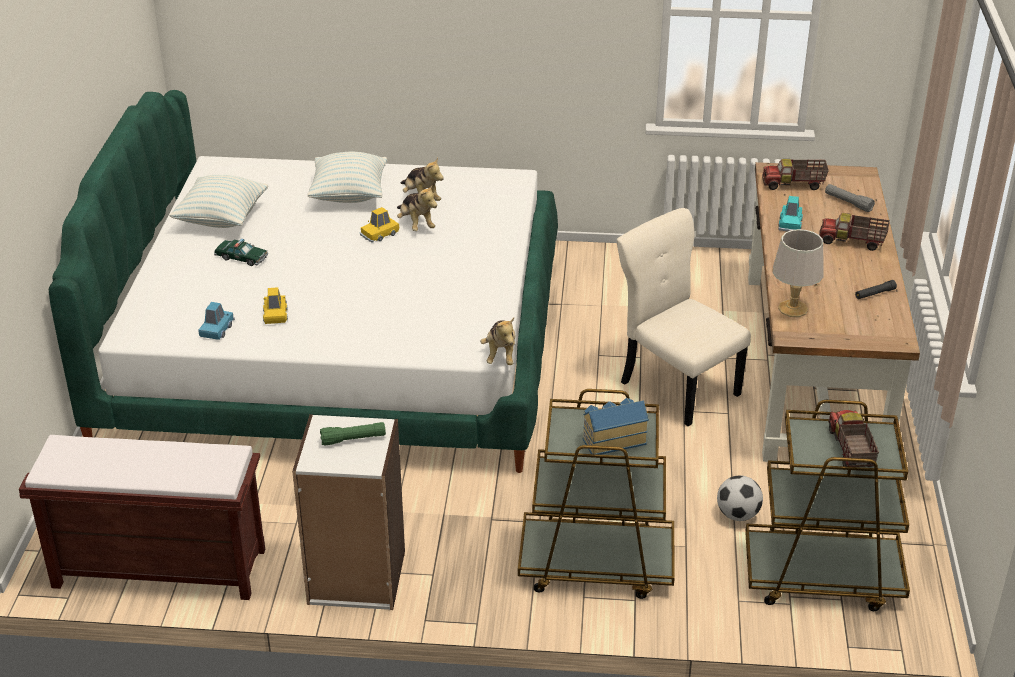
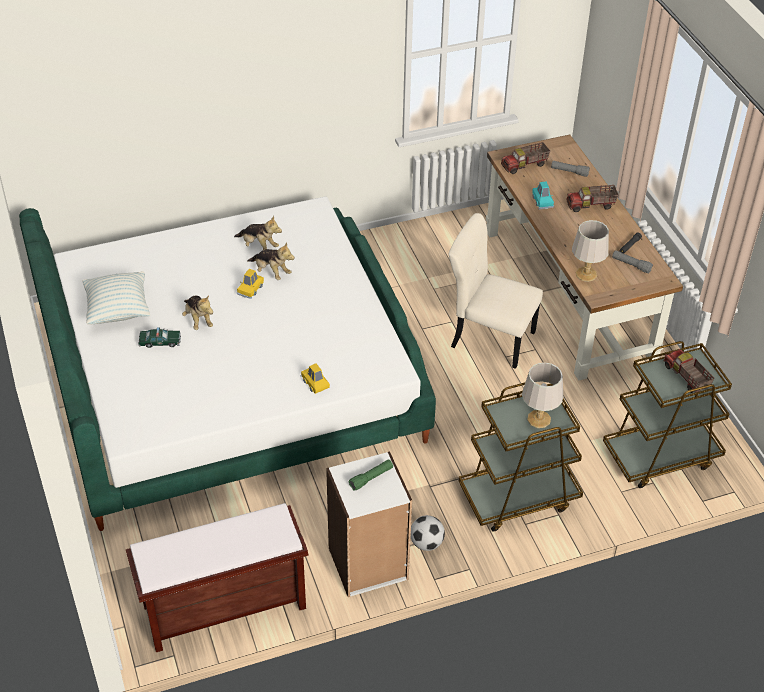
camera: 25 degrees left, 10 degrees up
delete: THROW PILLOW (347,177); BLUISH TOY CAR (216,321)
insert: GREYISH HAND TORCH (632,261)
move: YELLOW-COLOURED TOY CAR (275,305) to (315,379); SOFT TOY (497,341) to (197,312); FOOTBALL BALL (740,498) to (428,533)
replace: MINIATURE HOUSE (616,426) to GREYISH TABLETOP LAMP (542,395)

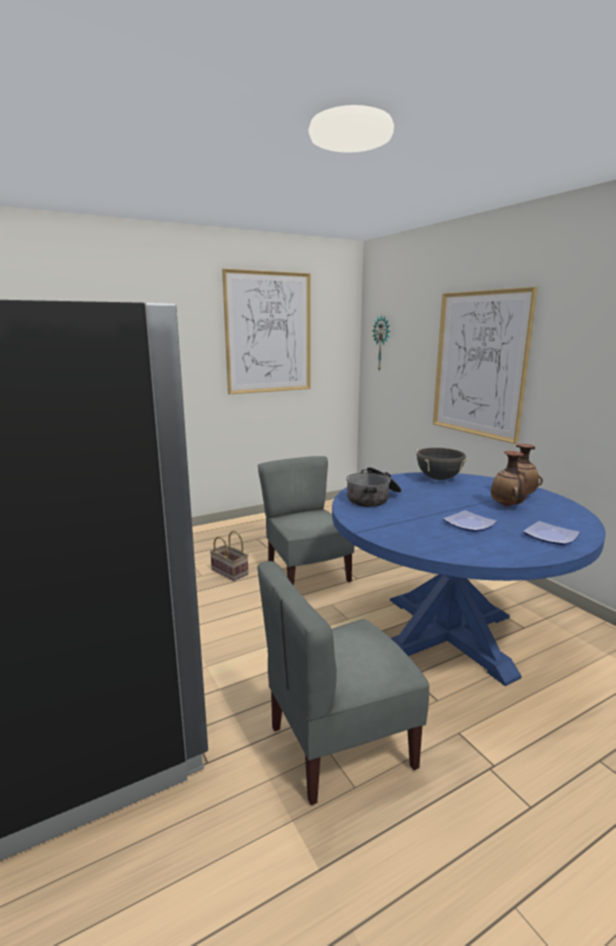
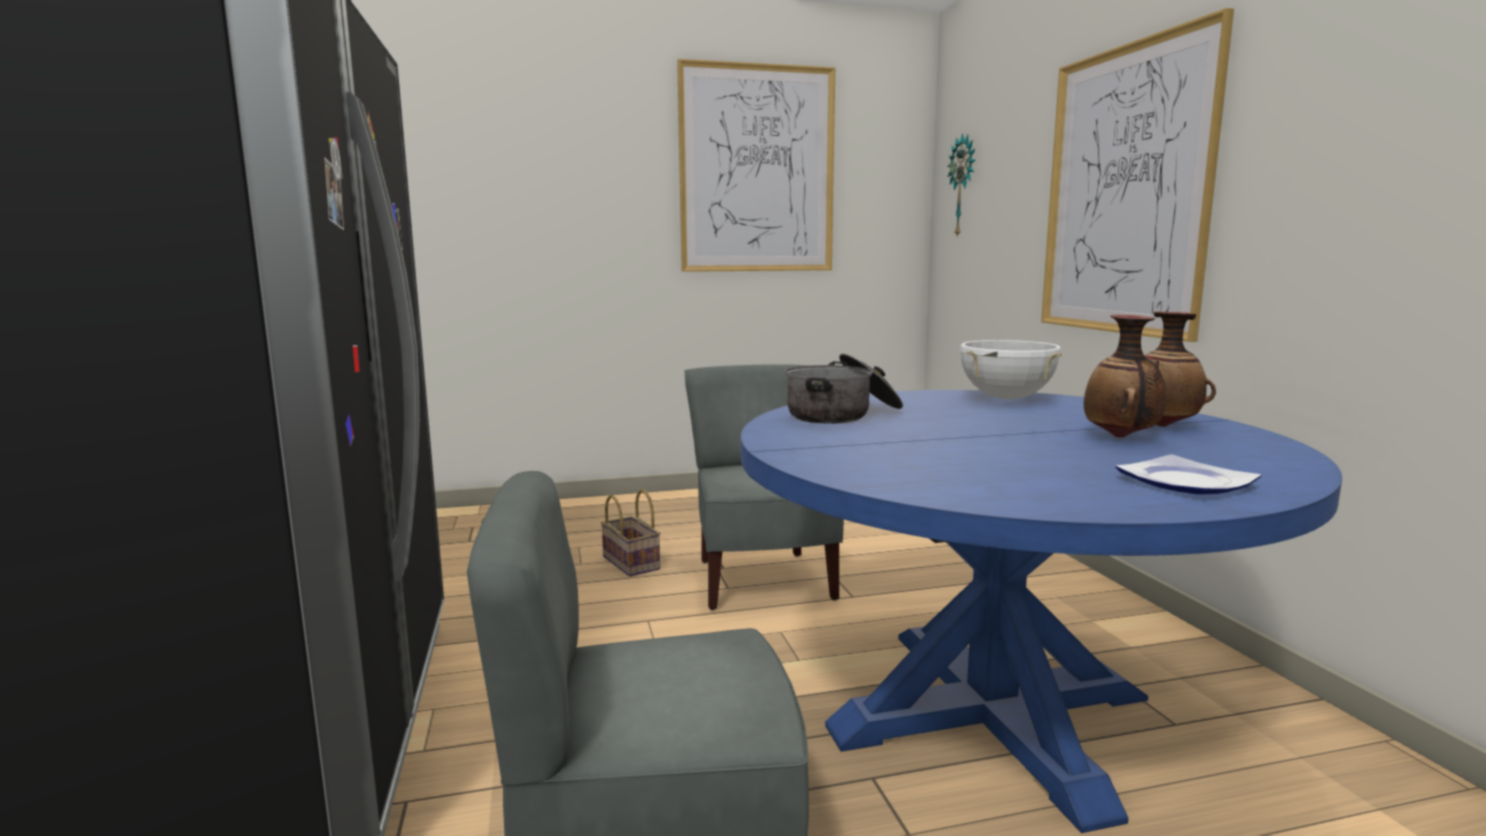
camera: 15 degrees right, 5 degrees down
delete: PLATE (470,521)
recolor: BLACKISH COOKING POT (442,464) to WHITE COOKING POT (1011,369)

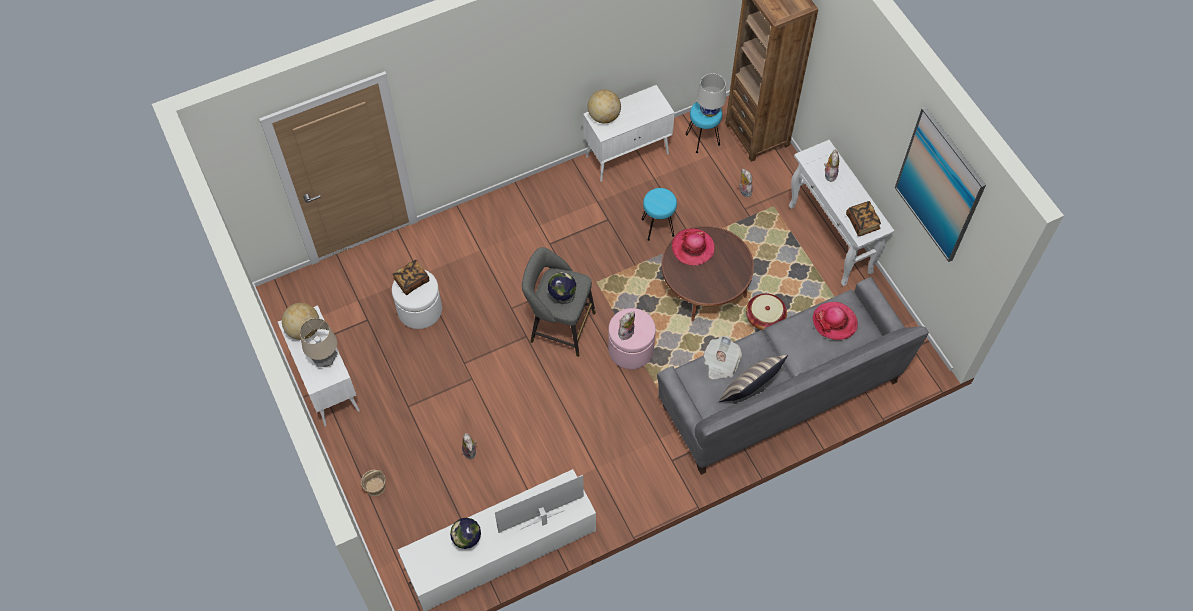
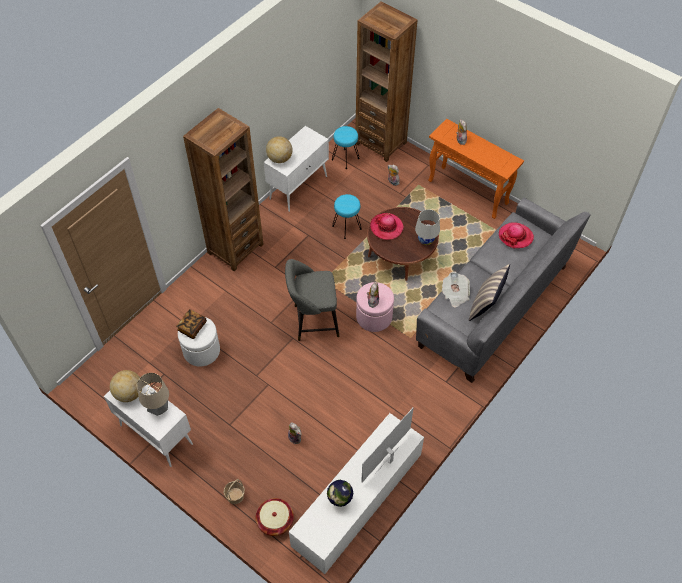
camera: 25 degrees left, 5 degrees down
delete: WALL ART (940,184); VOLUME (863,218); GLOBE (562,288)
insert: BROWN-COLOURED BOOKSHELF (223,190)
move: WHITE TABLETOP LAMP (711,95) to (427,227); BASKET (766,311) to (275,517)
recolor: WHITE NARROW TABLE (841,213) to ORANGE NARROW TABLE (476,169)

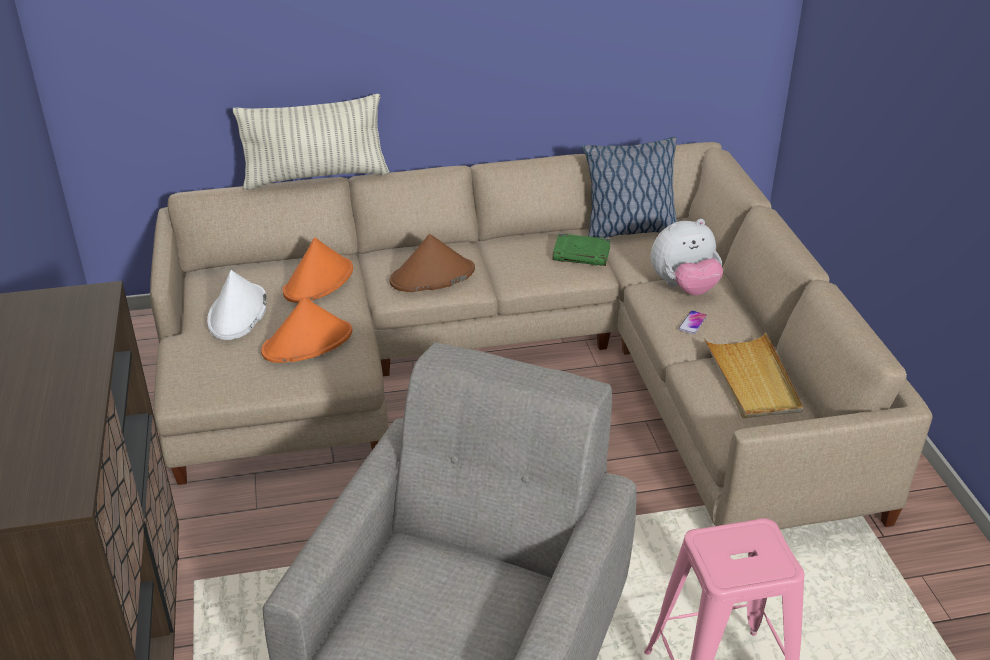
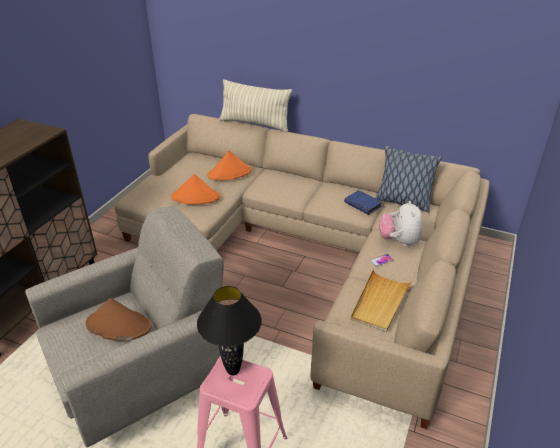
camera: 35 degrees right, 0 degrees up
delete: WHITE CLOTHING HAT (237,305)
insert: BLACKISH TABLETOP LAMP (229,331)
move: BROWN-COLOURED CLOTHING HAT (432,263) to (119,319)
recolor: GREENISH VOLUME (581,250) to BLUISH VOLUME (363,202)
rotate: SOFT TOY (687,257) = (401,224) 75 degrees clockwise

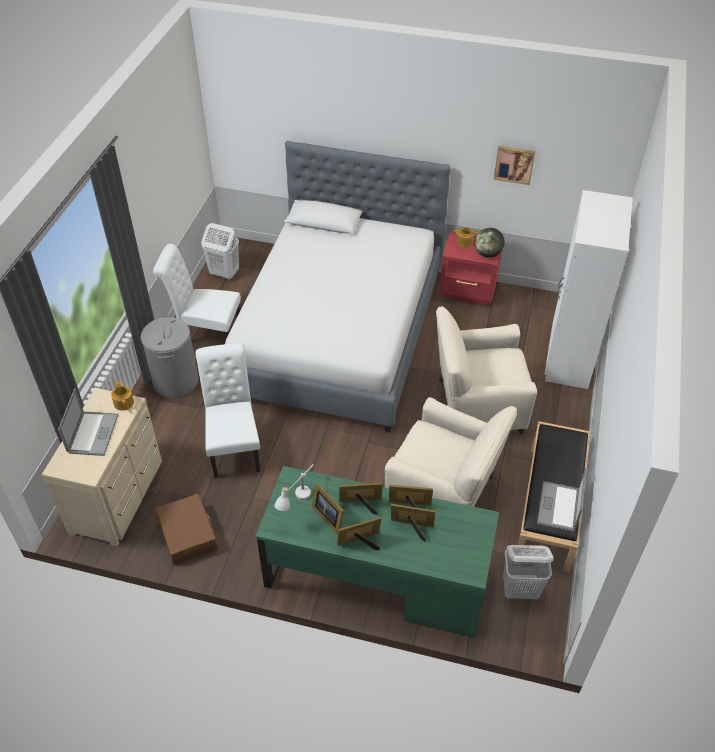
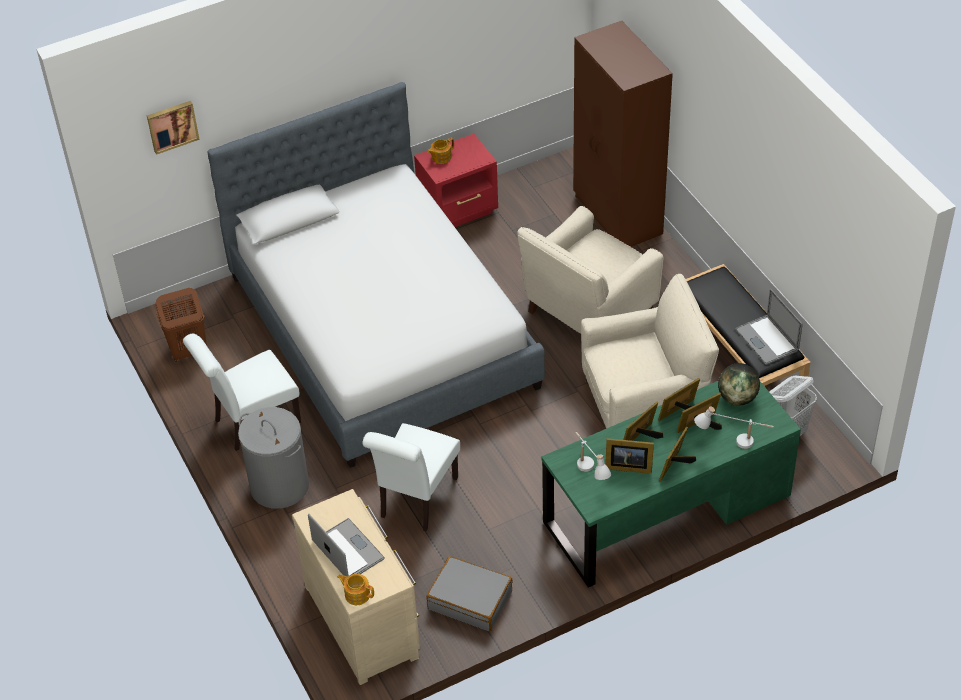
camera: 40 degrees left, 0 degrees up
insert: WHITE TABLETOP LAMP (734,427)
move: WALL ART (515,165) to (173,128); GLOBE (490,243) to (739,384); POT FOR TEA (122,396) to (355,589)
recolor: WHITE WARDROBE (588,289) to BROWN-COLOURED WARDROBE (623,134); WHITE HAMPER (220,251) to BROWN-COLOURED HAMPER (181,325); BROWN-COLOURED SUITCASE (186,529) to GREYISH SUITCASE (469,594)
rotate: WHITE CHAIR (228,410) = (411,477) 105 degrees counterclockwise

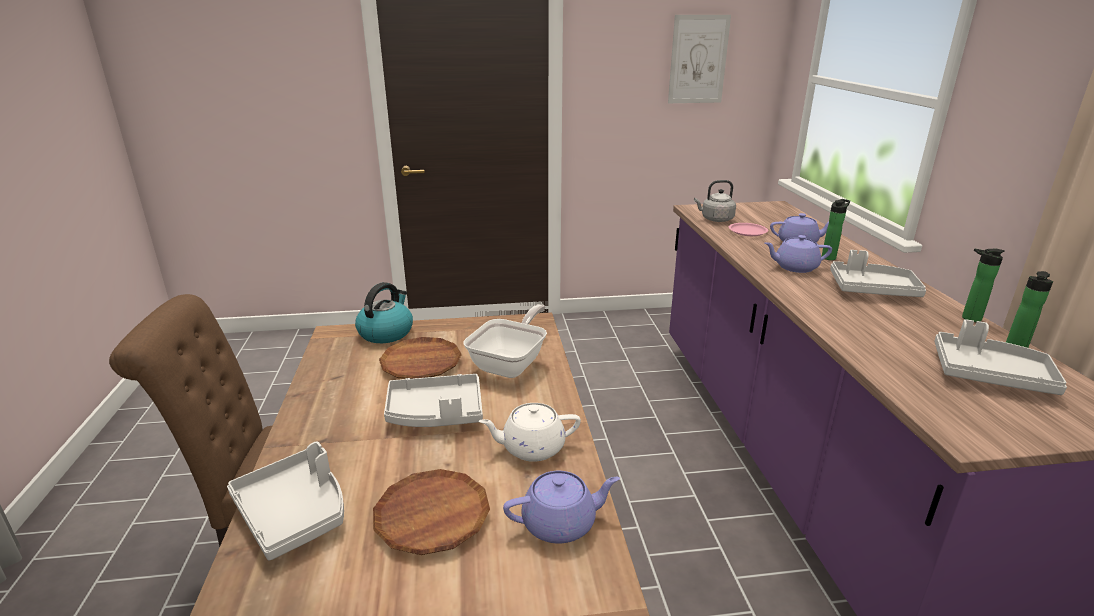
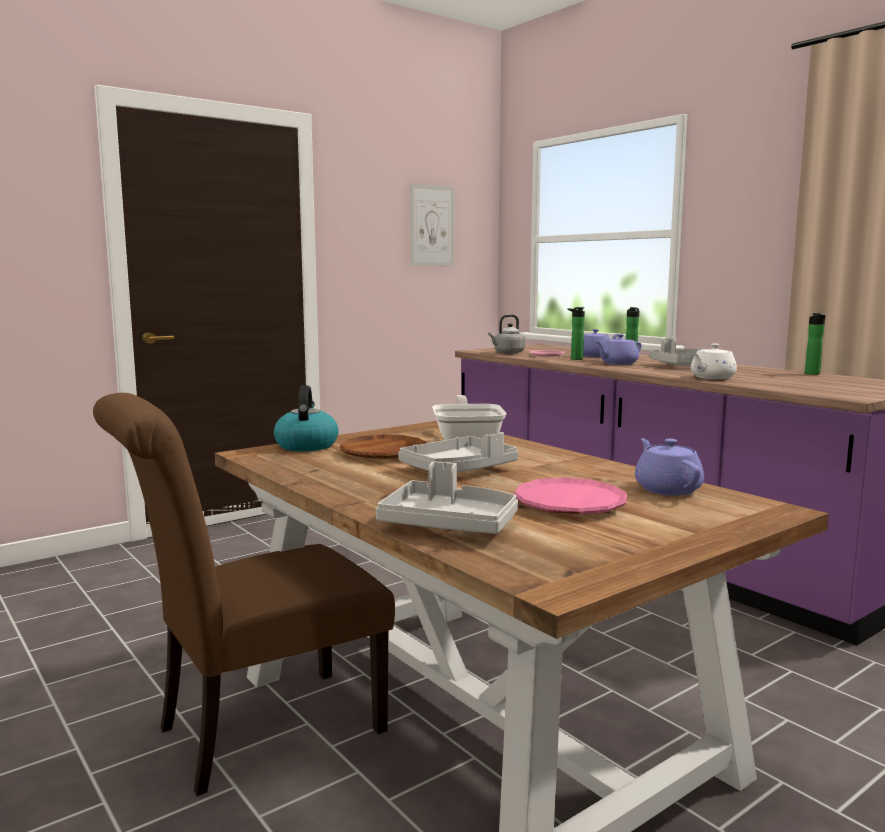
camera: 30 degrees left, 15 degrees down
delete: GREYISH SERVING TRAY (1001,357)
move: BOTTLE (983,285) to (576,333); WHITE POT FOR TEA (530,432) to (714,361)
recolor: BROWN-COLOURED PLATE (431,512) to PINK-COLOURED PLATE (570,496)
rotate: PURPLISH POT FOR TEA (561,507) = (669,467) 60 degrees counterclockwise

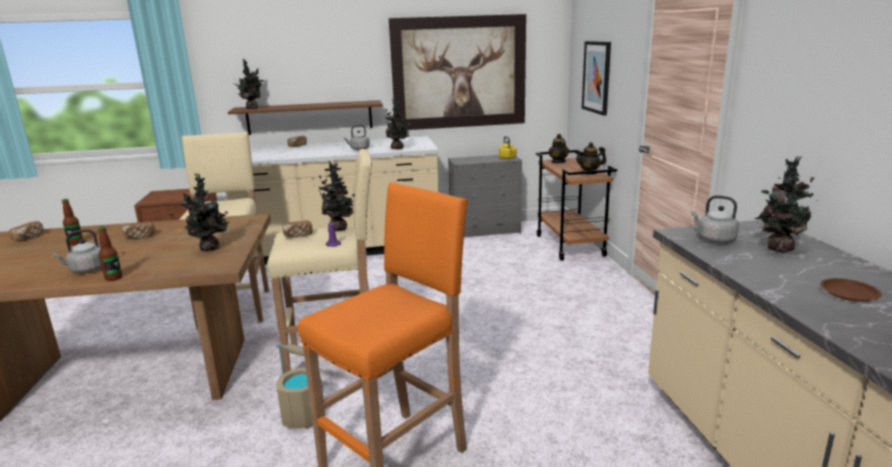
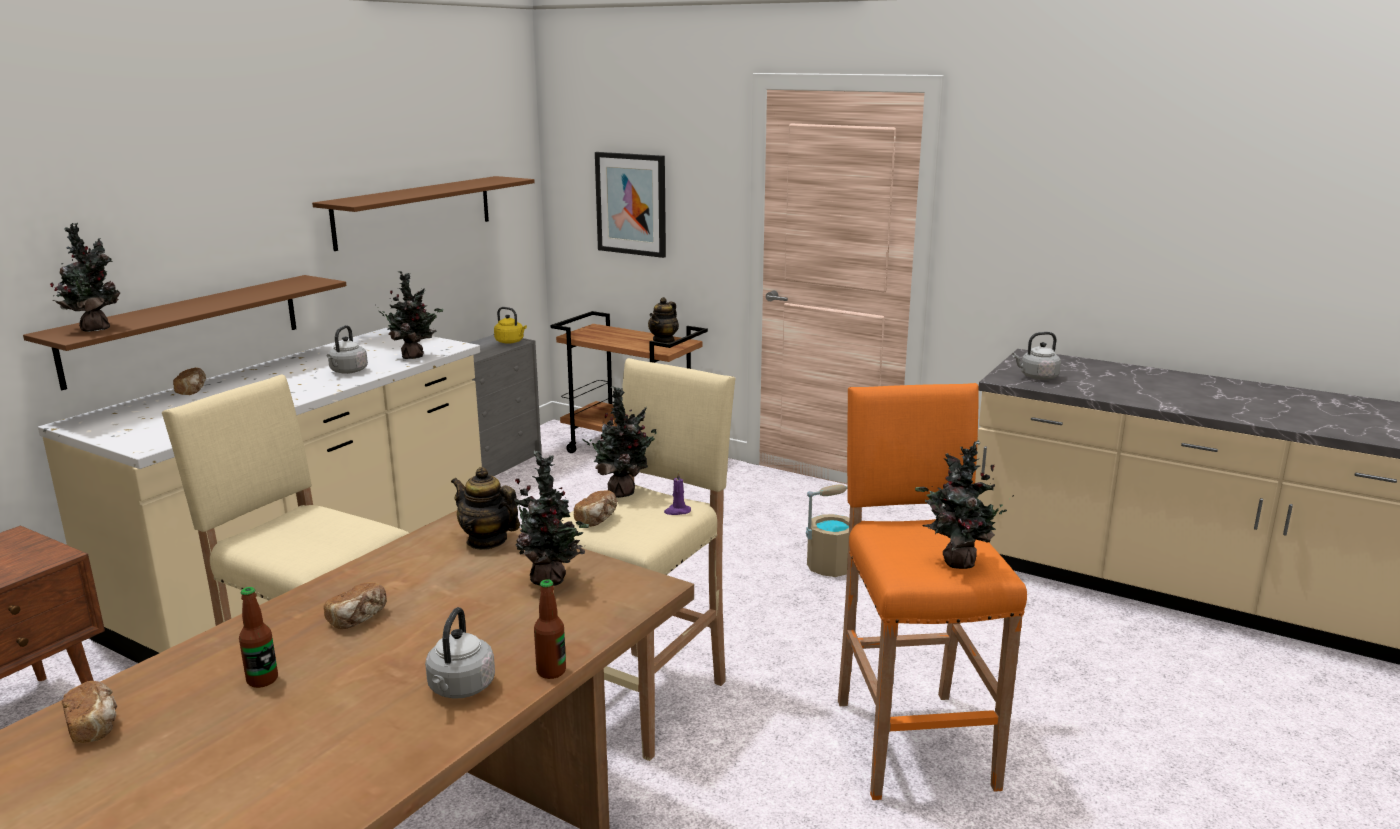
camera: 50 degrees left, 0 degrees up
delete: BROWN-COLOURED PLATE (851,289)
move: POT FOR TEA (558,148) to (485,508); PLANT IN A POT (785,204) to (964,504); BEIGE PAIL (300,385) to (827,530)
replace: WALL ART (457,72) to BROWN-COLOURED BRACKET SHELF (423,213)

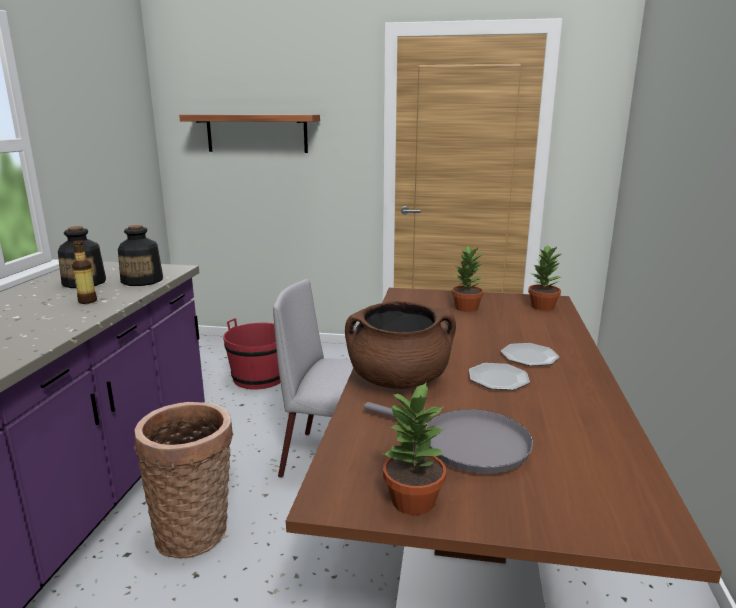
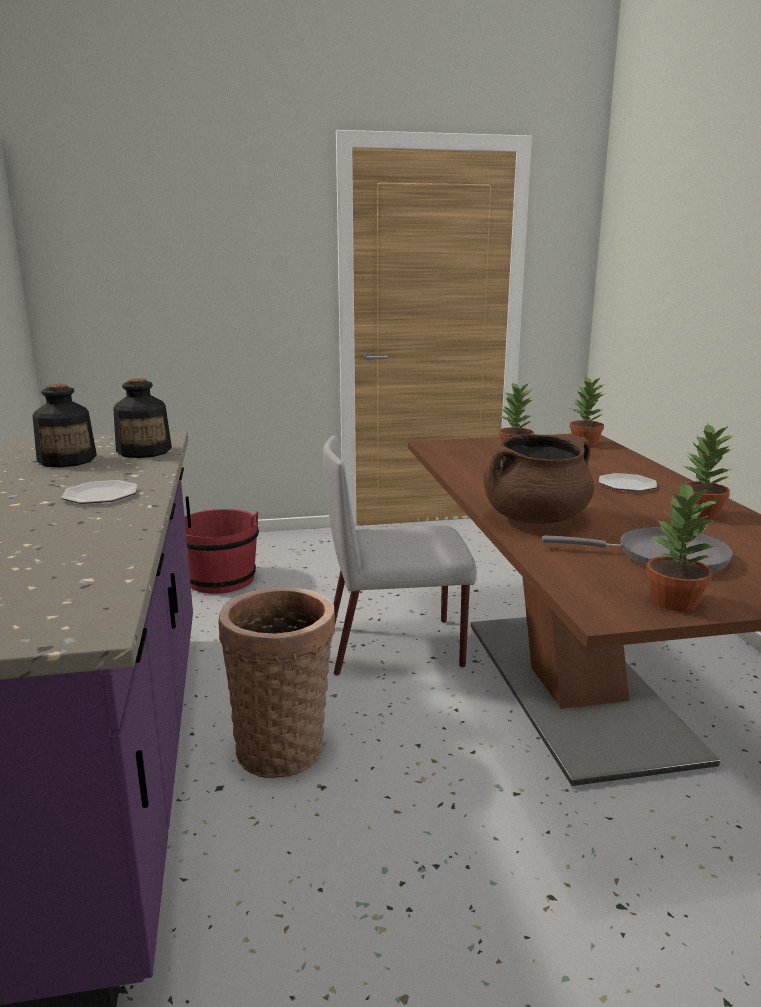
camera: 20 degrees left, 0 degrees up
delete: BRACKET SHELF (249,134); BOTTLE (84,272)
insert: PLANT IN A POT (708,472)
move: PLATE (499,376) to (99,492)

